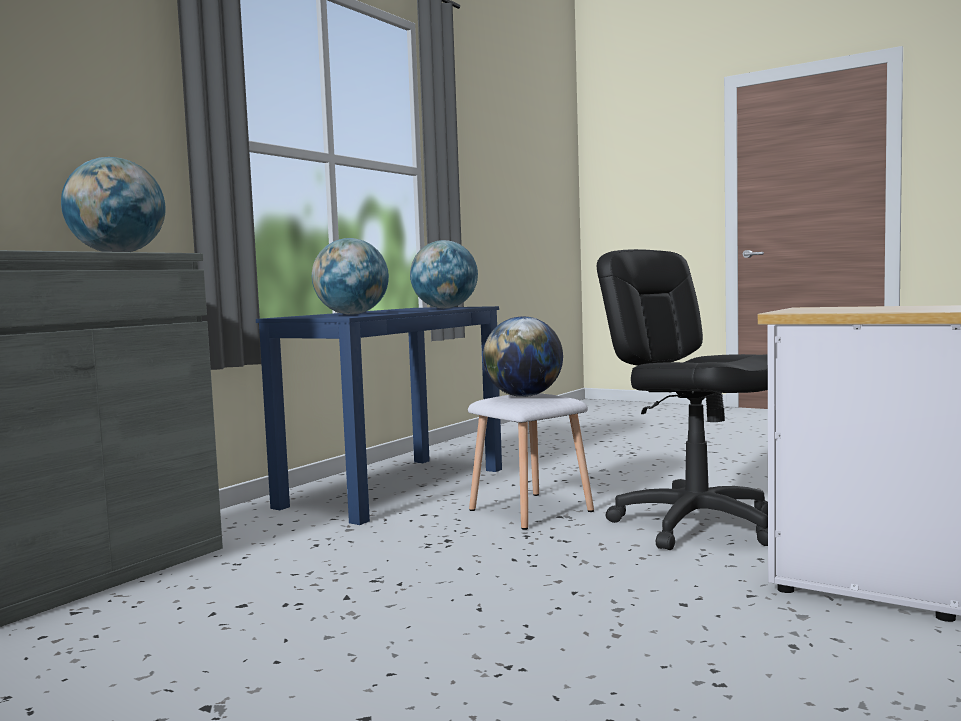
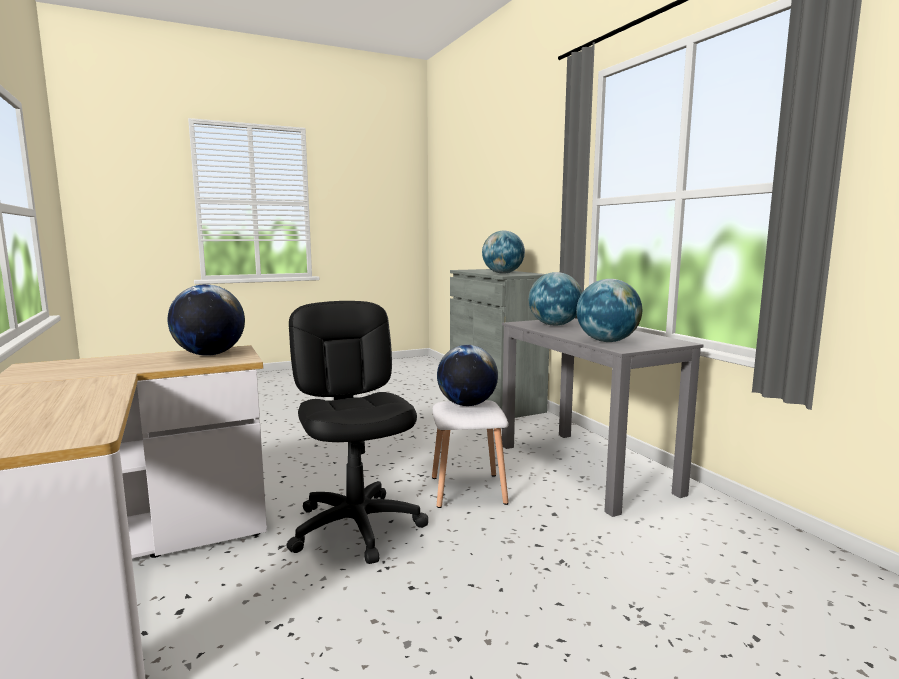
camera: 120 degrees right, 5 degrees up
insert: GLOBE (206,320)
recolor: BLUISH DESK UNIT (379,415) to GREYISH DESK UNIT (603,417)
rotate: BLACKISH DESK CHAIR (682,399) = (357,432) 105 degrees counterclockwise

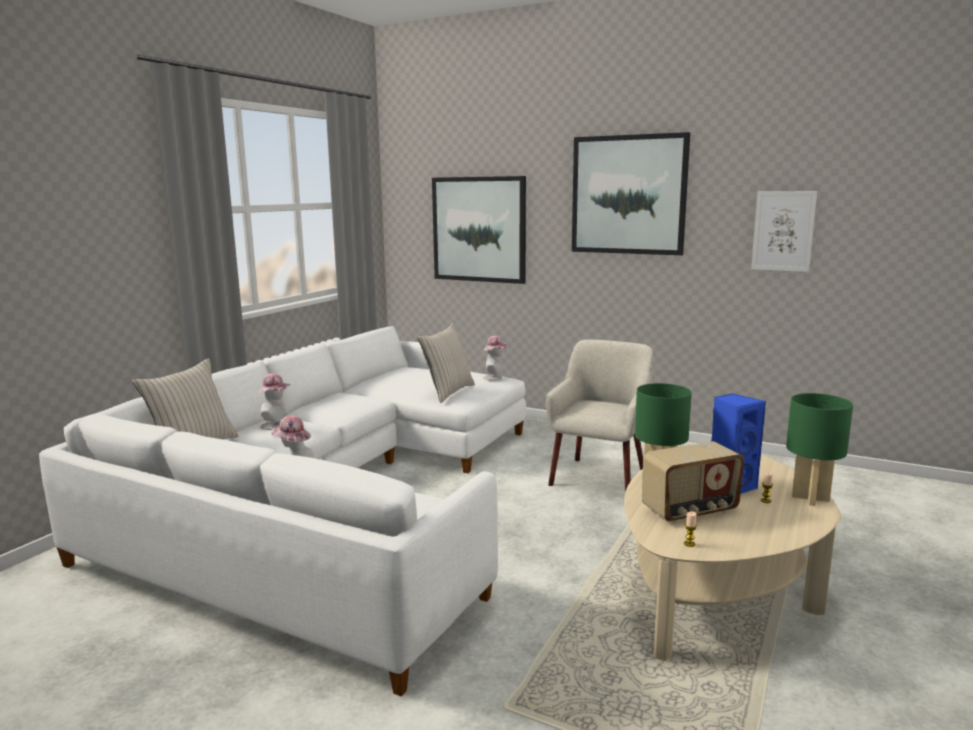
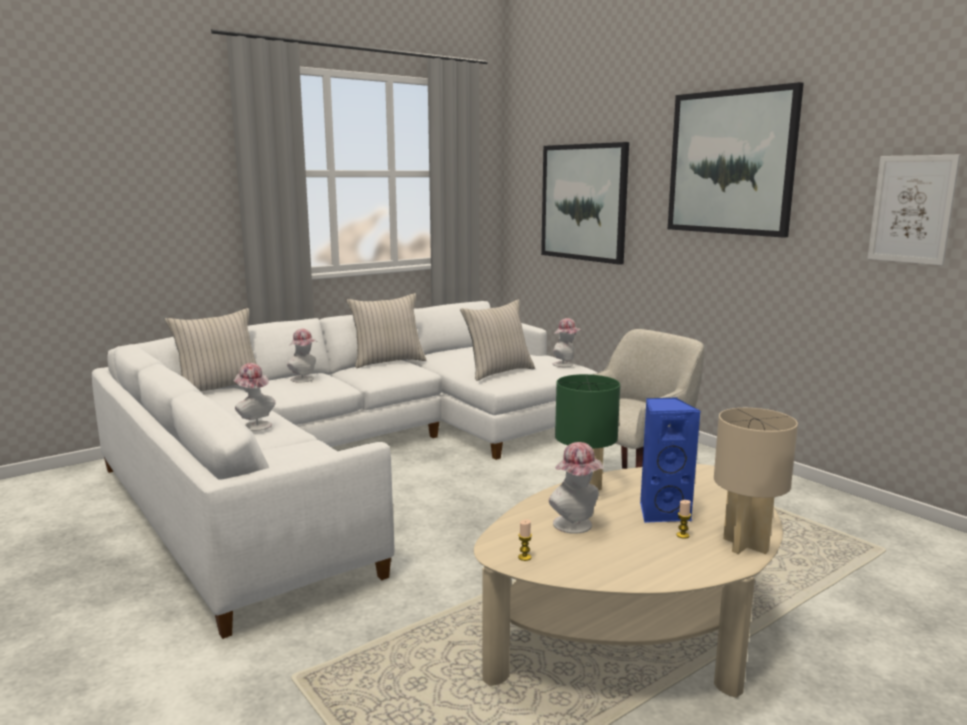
camera: 25 degrees right, 0 degrees up
insert: BEIGE THROW PILLOW (386,330)
replace: RADIO (693,482) to CLOTHING HAT (576,488)
recolor: GREENISH TABLETOP LAMP (819,449) to BEIGE TABLETOP LAMP (756,481)

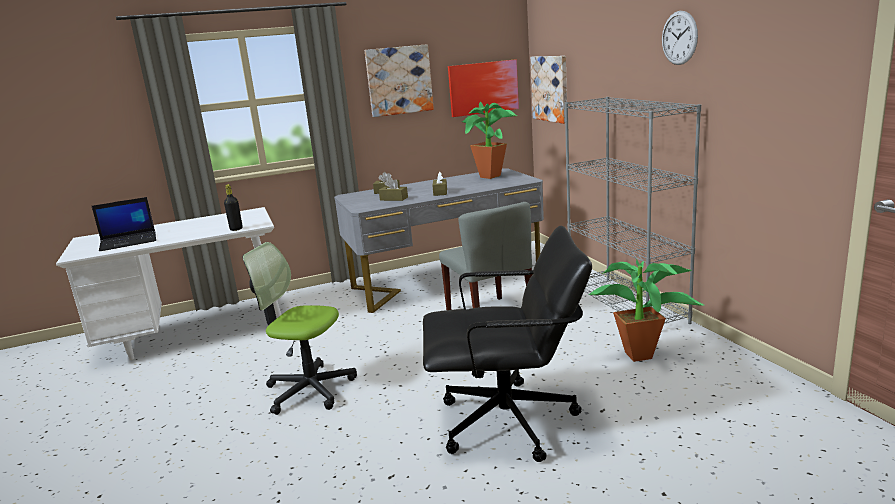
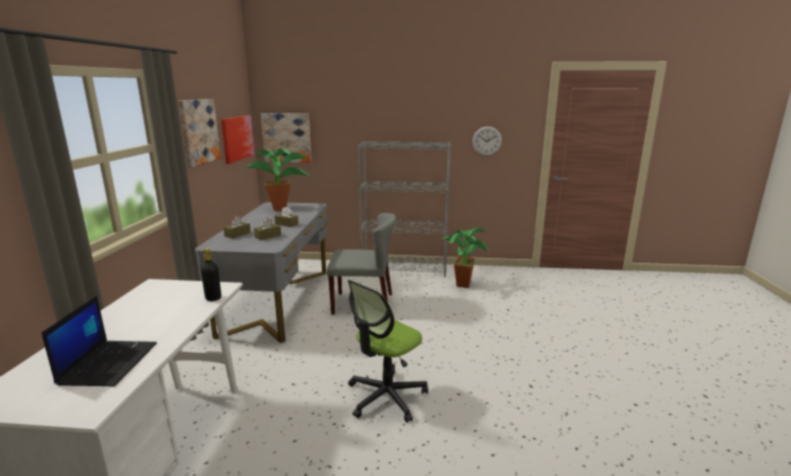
camera: 65 degrees left, 0 degrees up
delete: BLACKISH DESK CHAIR (507,343)
move: WALL CLOCK (680,38) to (487,141)

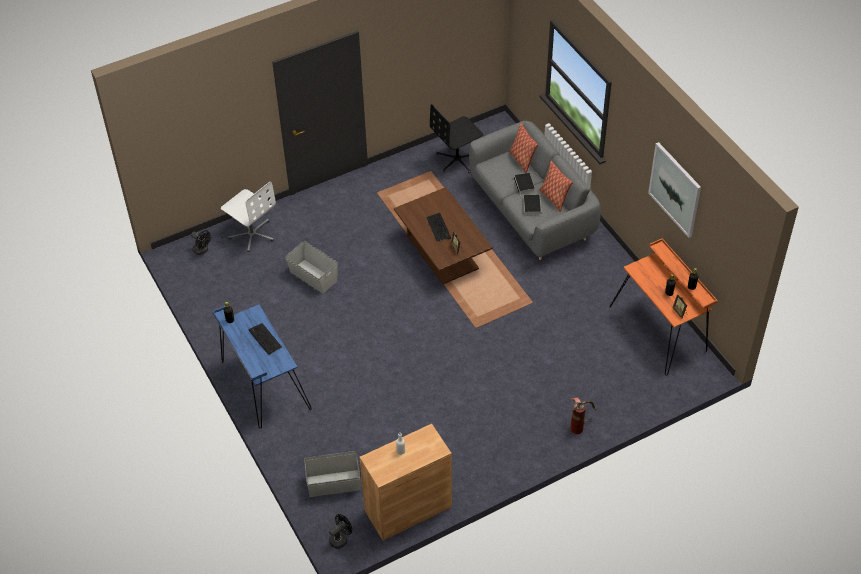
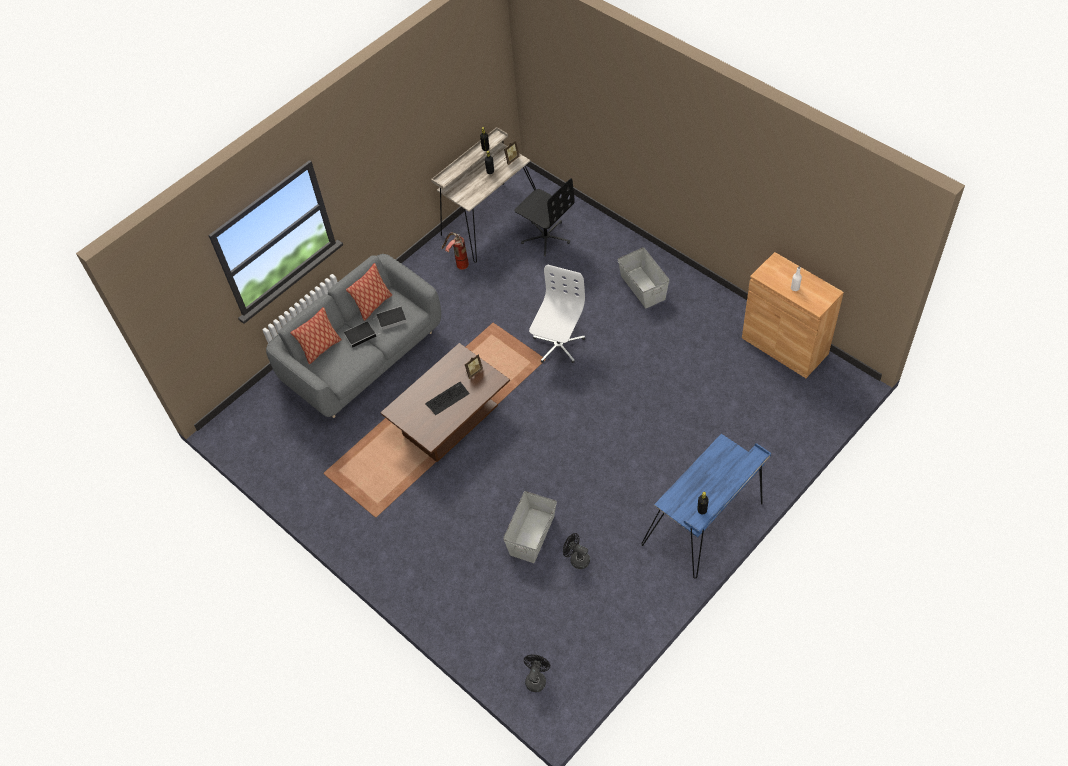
camera: 105 degrees left, 5 degrees up
delete: WALL ART (674,190); PC KEYBOARD (265,339)
move: BLACKISH DESK CHAIR (456,138) to (544,217); WHITE DESK CHAIR (248,216) to (557,314); FIRE EXTINGUISHER (583,415) to (455,251); GREYISH STORAGE CONTAINER (332,474) to (644,277); BLACKISH FAN (340,531) to (576,551)
recolor: ORANGE DESK UNIT (664,307) to BEIGE DESK UNIT (483,195)

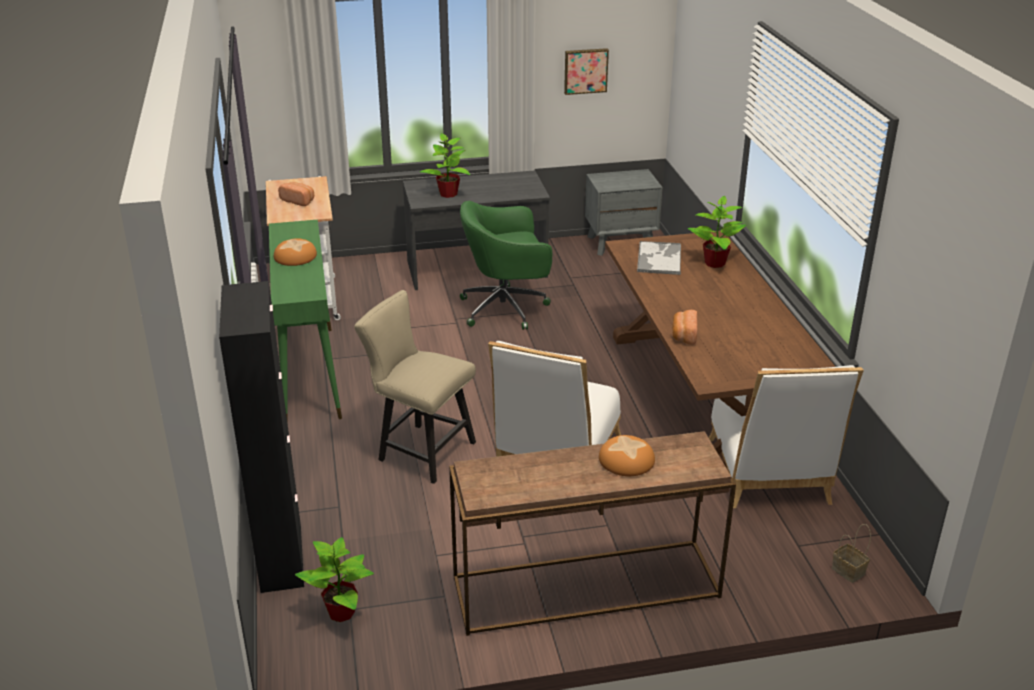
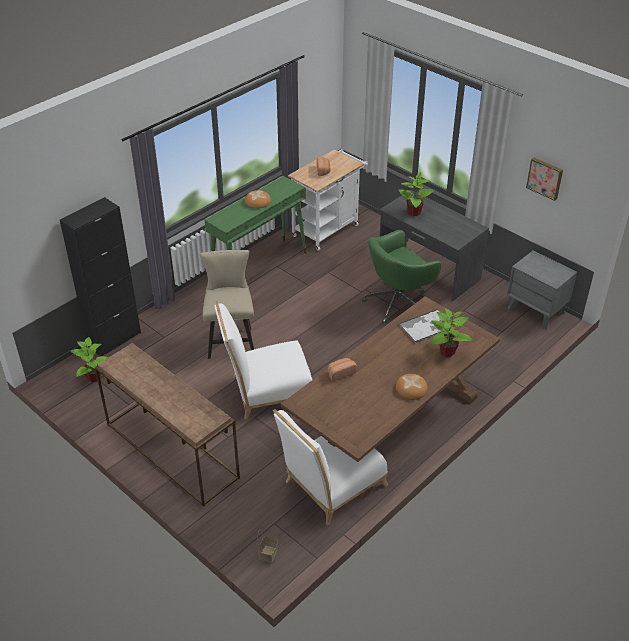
camera: 55 degrees right, 10 degrees up
move: BAKERY BREAD (627,455) to (412,387)
rotate: GREENISH DESK CHAIR (506,265) = (401,277) 75 degrees counterclockwise

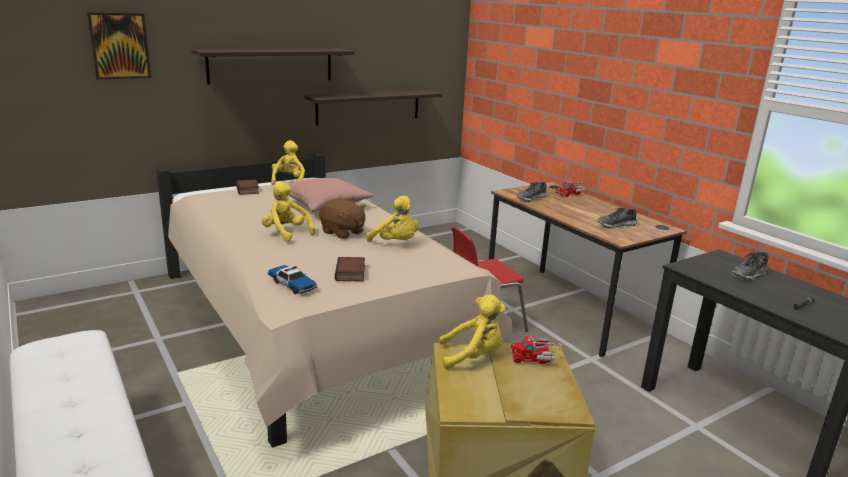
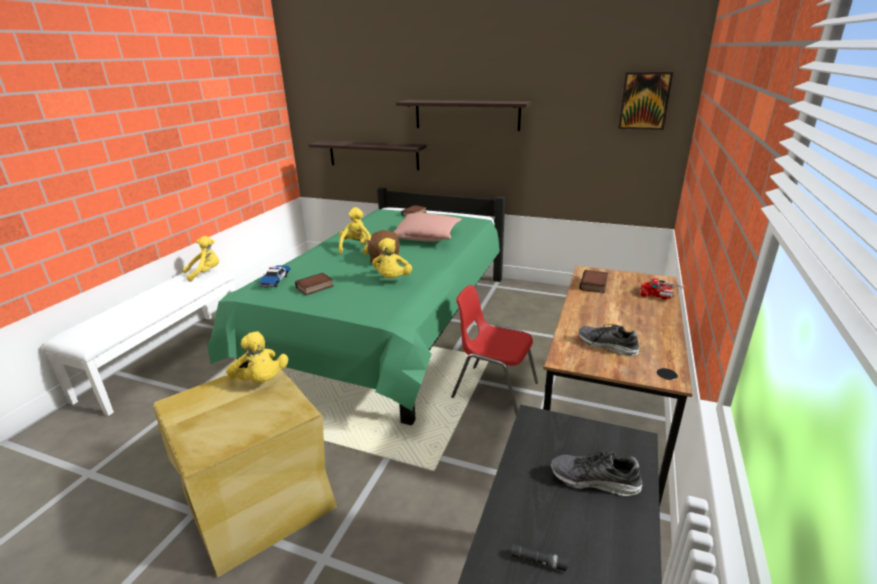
camera: 55 degrees right, 5 degrees up
delete: MODEL TRUCK (538,349)
move: WALL ART (119,45) to (645,101); BRACKET SHELF (373,108) to (367,155); YELLOW-COLOURED SOFT TOY (288,162) to (201,259)
replace: ITEM OF FOOTWEAR (532,191) to VOLUME (594,281)
recolor: BEIGE BEDROOM BED (334,300) to GREENISH BEDROOM BED (356,306)

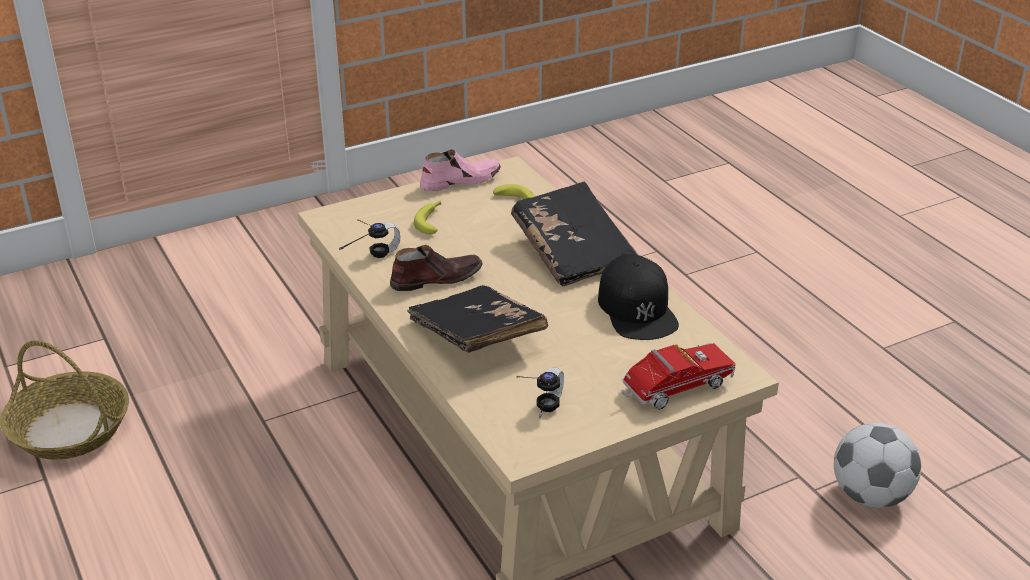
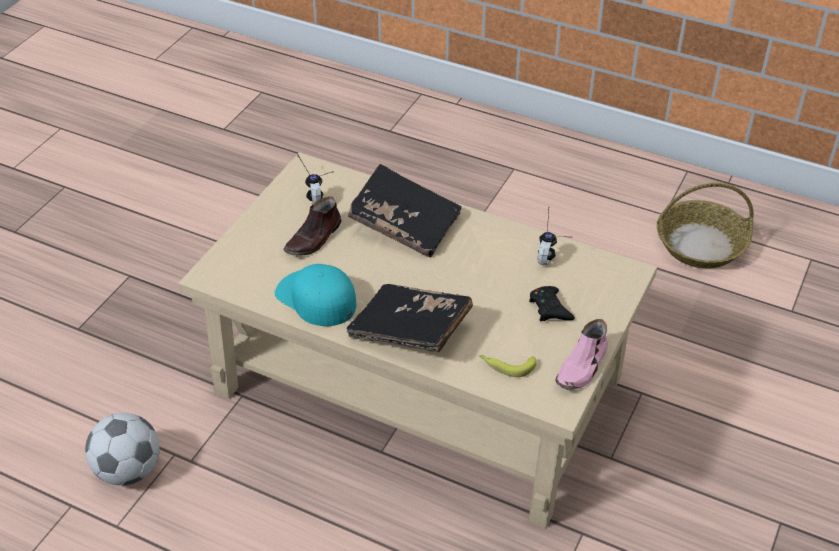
camera: 145 degrees right, 10 degrees up
delete: MODEL TRUCK (678,376)
move: BROWN-COLOURED ITEM OF FOOTWEAR (436,268) to (313,225)
replace: WHOLE BANANA (427,217) to BLACKISH GAMEPAD (552,303)
recolor: BLACKISH BASEBALL CAP (638,297) to TURQUOISE BASEBALL CAP (315,295)

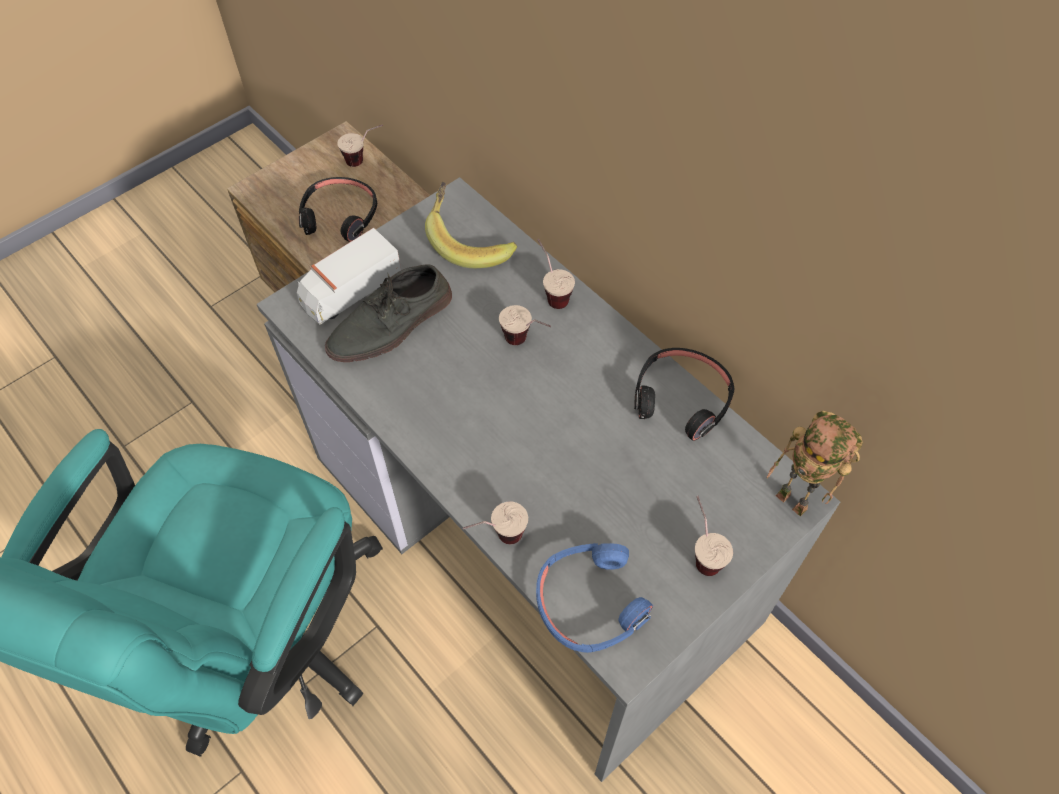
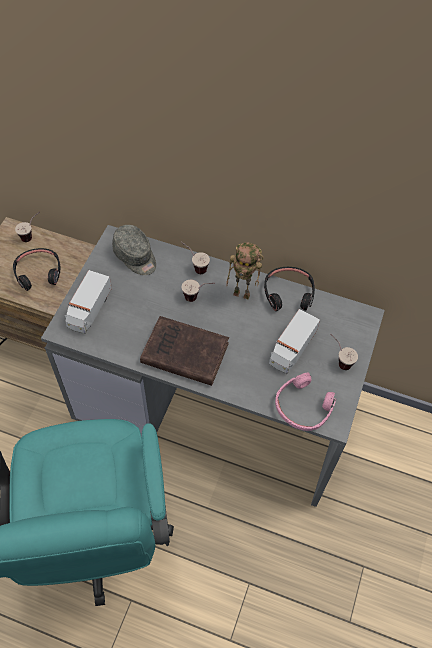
camera: 30 degrees left, 0 degrees up
delete: GREYISH ITEM OF FOOTWEAR (388,313); DRINKING CUP (495,522)
insert: MODEL TRUCK (294,341); BROWN-COLOURED VOLUME (184,351)
move: MODEL ROBOT (815,464) to (245,270)
replace: WHOLE BANANA (471,225) to GREYISH BASEBALL CAP (134,250)
recolor: BLUISH HEADSET (594,598) to PINK-COLOURED HEADSET (305,402)

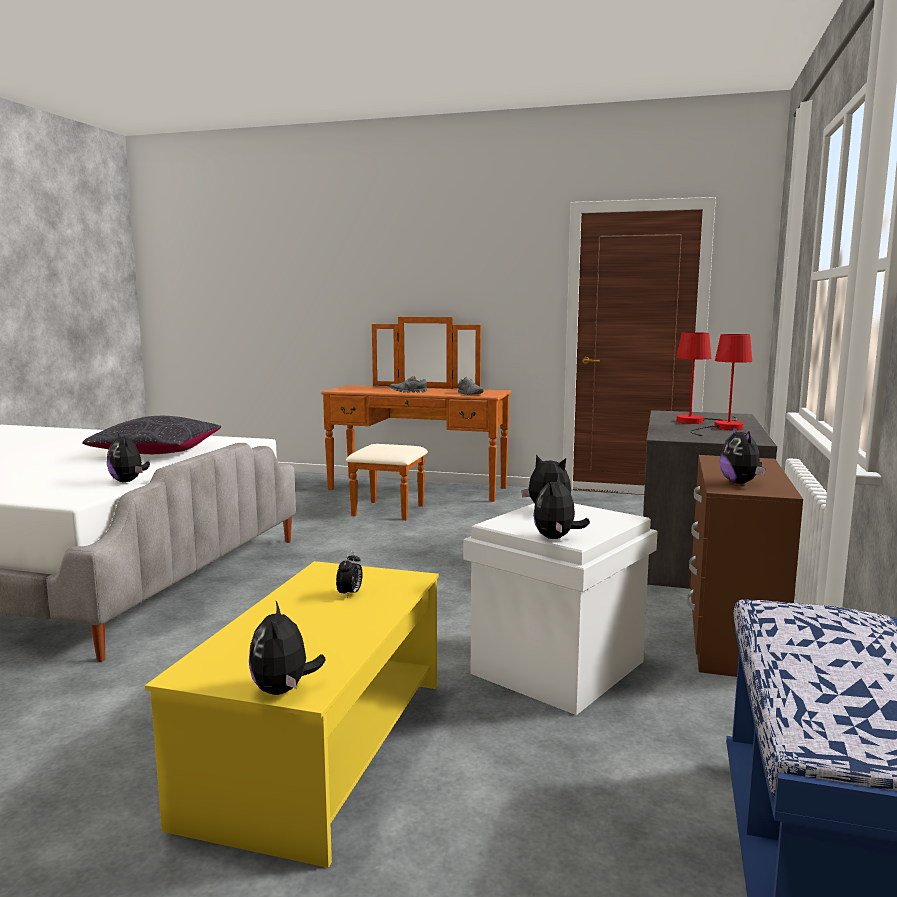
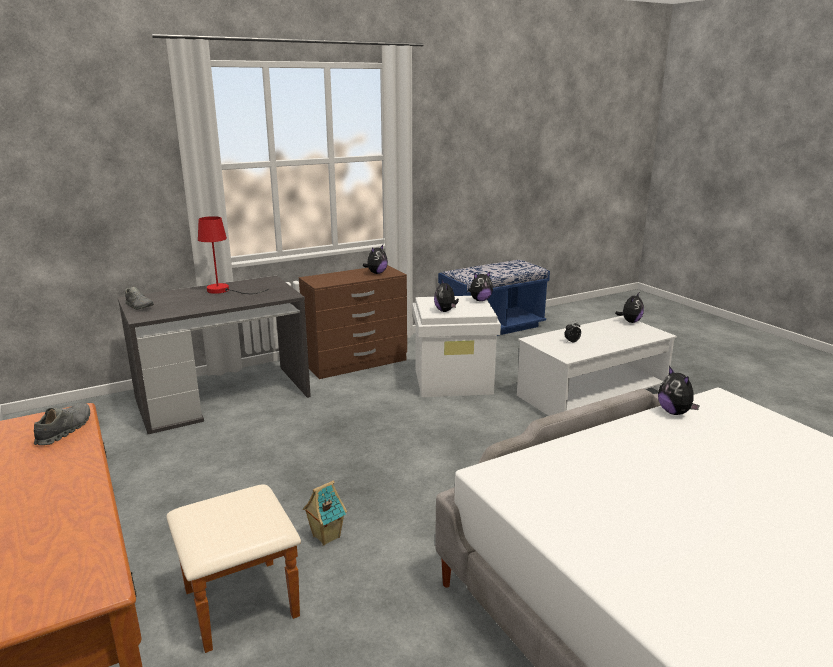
camera: 135 degrees left, 10 degrees up
delete: RED TABLETOP LAMP (706,378); BLACKISH THROW PILLOW (151,435)
insert: MINIATURE HOUSE (325,513)
move: GREYISH ITEM OF FOOTWEAR (408,384) to (139,298)
recolor: YELLOW-COLOURED COFFEE TABLE (292,714) to WHITE COFFEE TABLE (597,366)
rotate: SOFT TOY (128,457) = (679,390) 150 degrees clockwise

